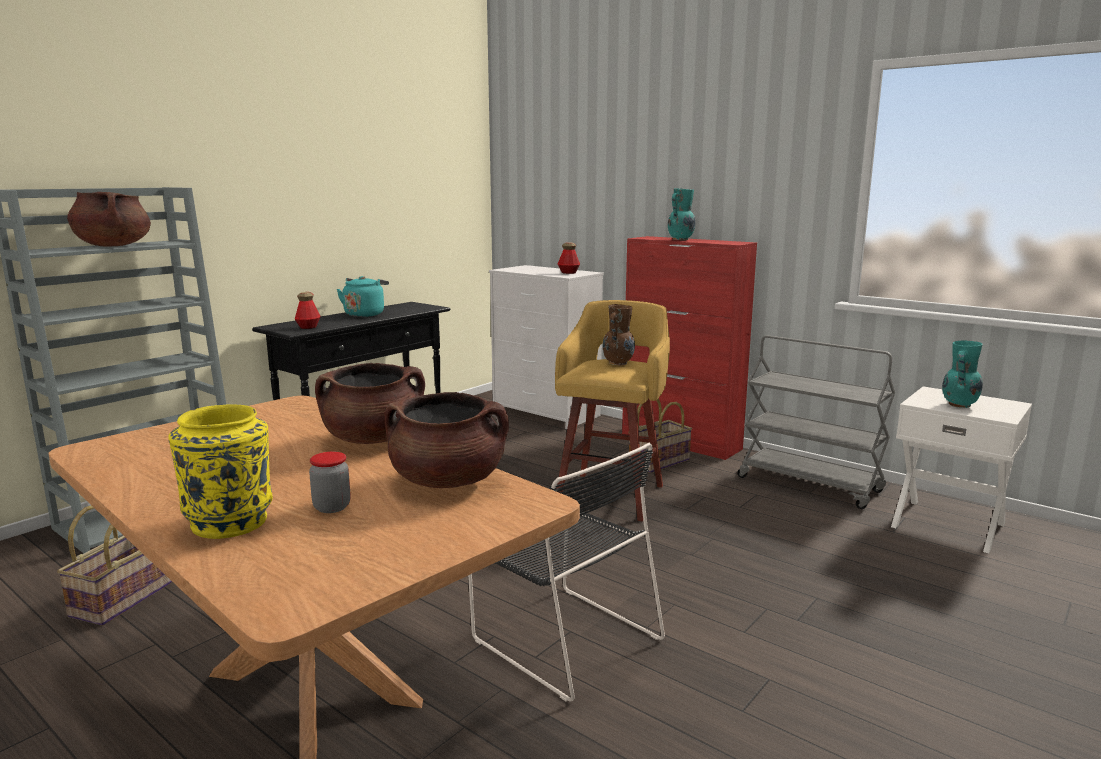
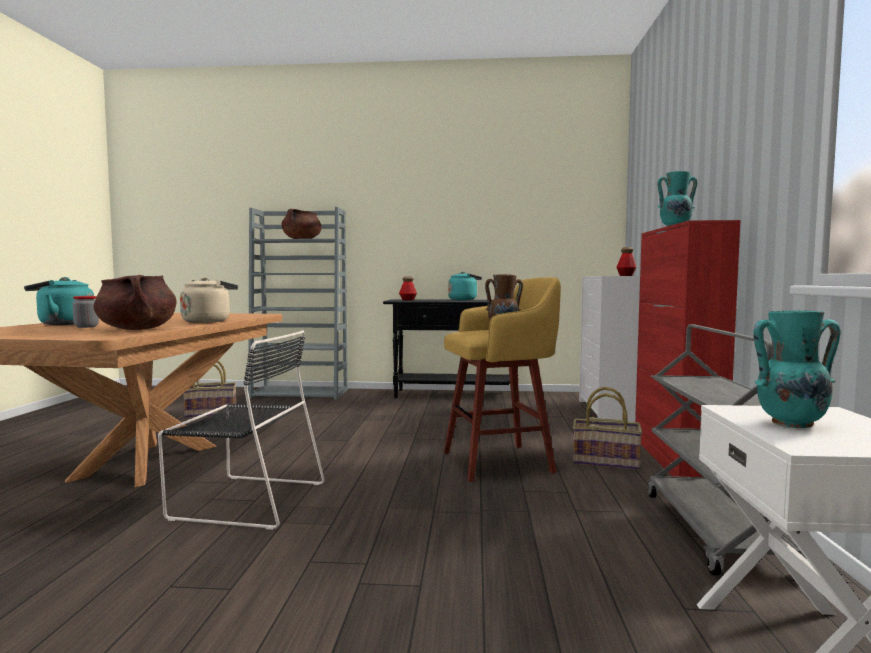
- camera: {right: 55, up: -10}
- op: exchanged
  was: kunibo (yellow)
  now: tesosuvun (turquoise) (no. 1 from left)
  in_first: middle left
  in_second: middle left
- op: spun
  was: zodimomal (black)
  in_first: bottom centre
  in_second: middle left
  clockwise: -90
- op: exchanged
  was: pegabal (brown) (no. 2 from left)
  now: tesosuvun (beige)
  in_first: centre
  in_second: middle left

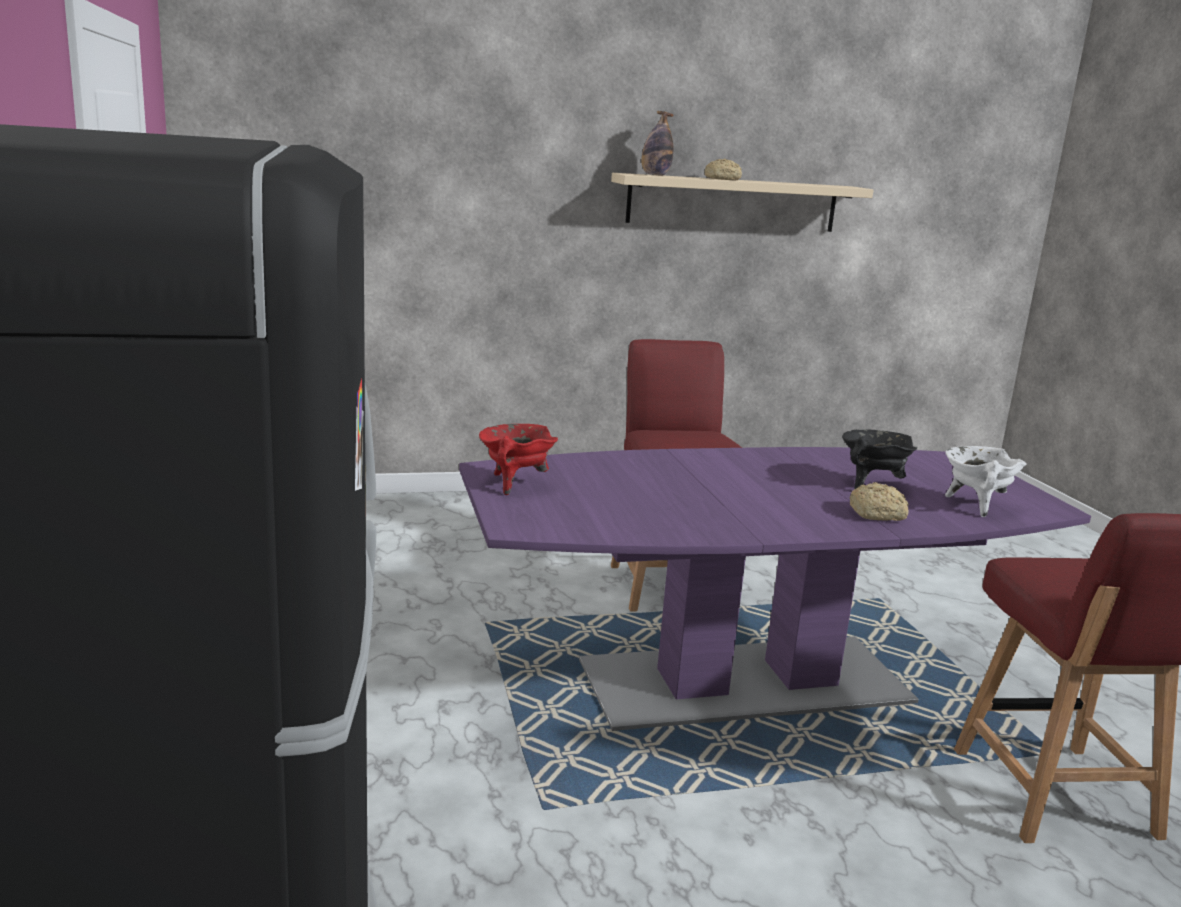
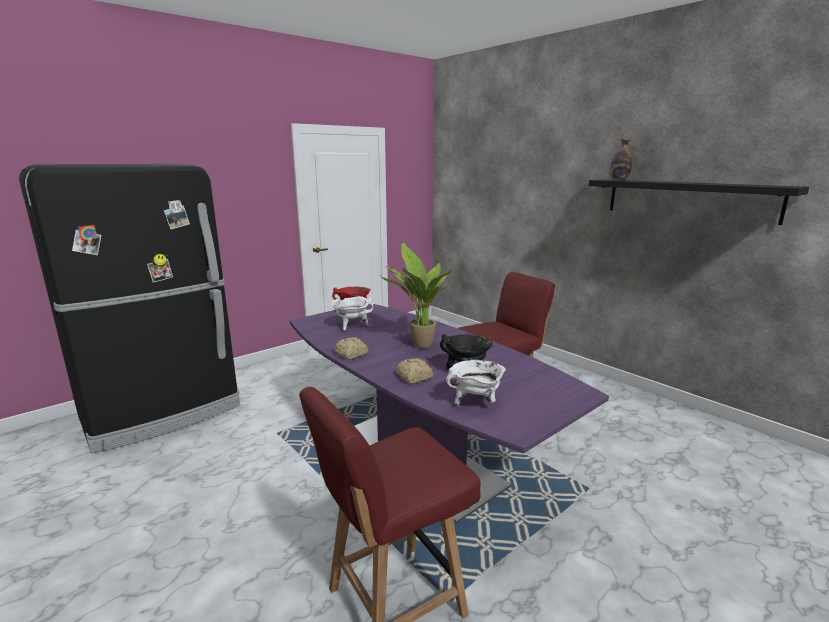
- camera: {right: 65, up: 0}
- op: appeared
  now: pegabal (white) (no. 1 from left)
  in_second: centre
- op: relocated
  was: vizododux (no. 1 from left)
  in_first: top centre
  in_second: centre
- op: appeared
  now: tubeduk
  in_second: centre
- op: colour
  was: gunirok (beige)
  now: gunirok (black)
  in_first: top centre
  in_second: top right

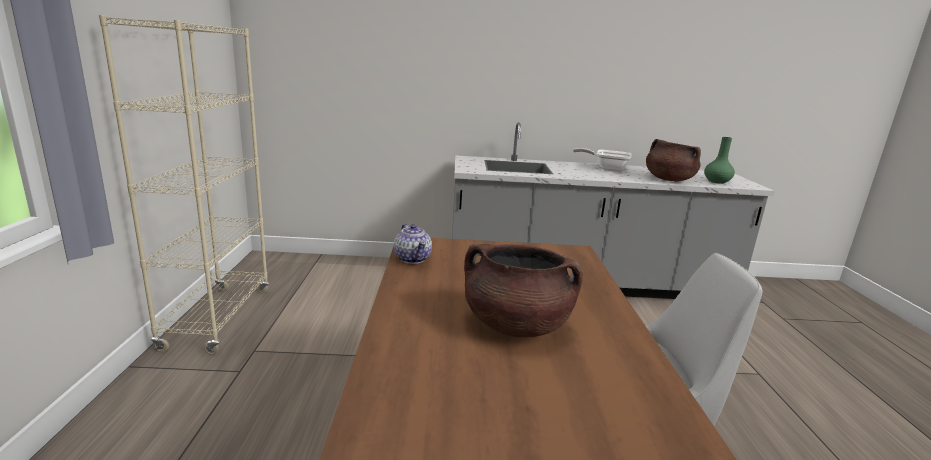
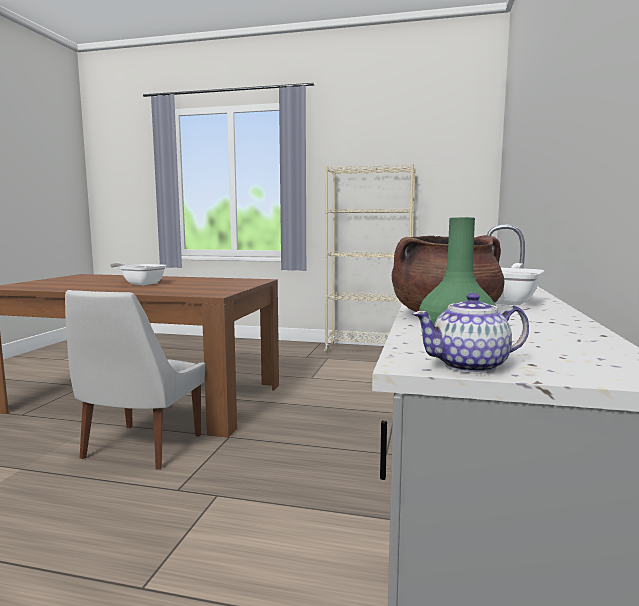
- camera: {right: 105, up: -10}
- op: exchanged
  was: pegabal (brown) (no. 1 from left)
  now: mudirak (no. 1 from left)
  in_first: centre
  in_second: middle left
- op: relocated
  was: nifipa
  in_first: centre
  in_second: middle right

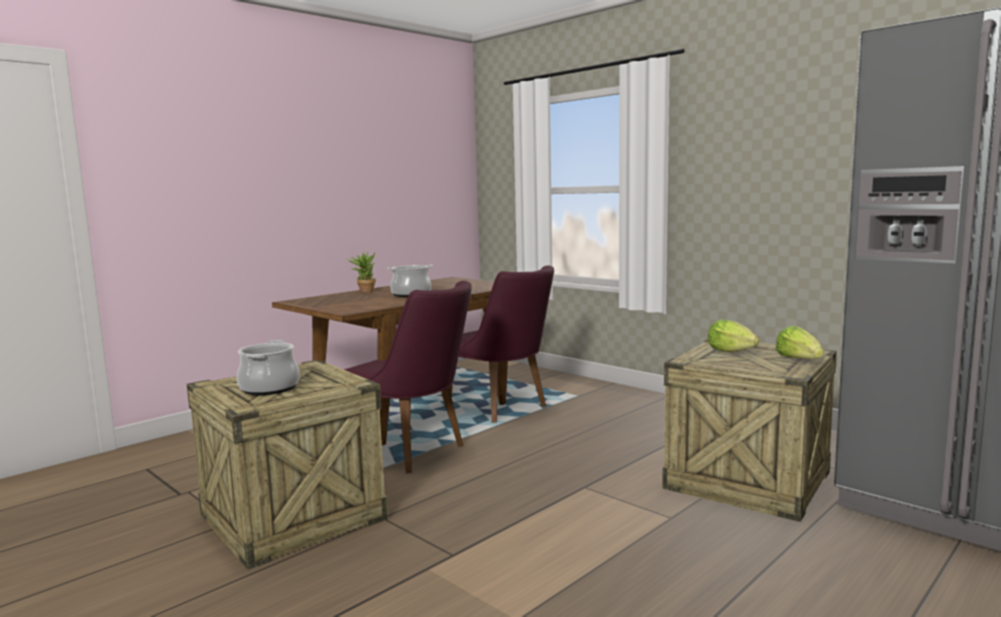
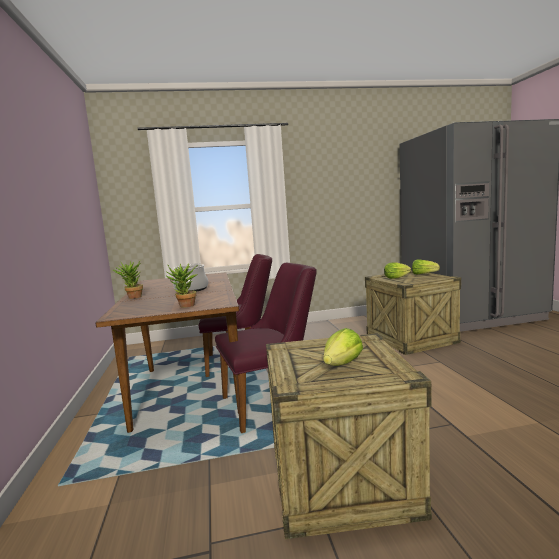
- camera: {right: -55, up: 0}
- op: appeared
  now: tubeduk (no. 2 from left)
  in_second: middle left
- op: exchanged
  was: pegabal (no. 1 from left)
  now: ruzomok (no. 1 from left)
  in_first: middle left
  in_second: centre

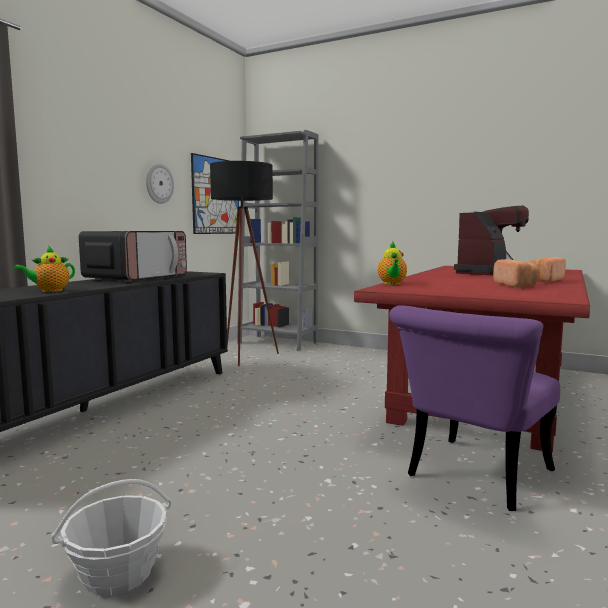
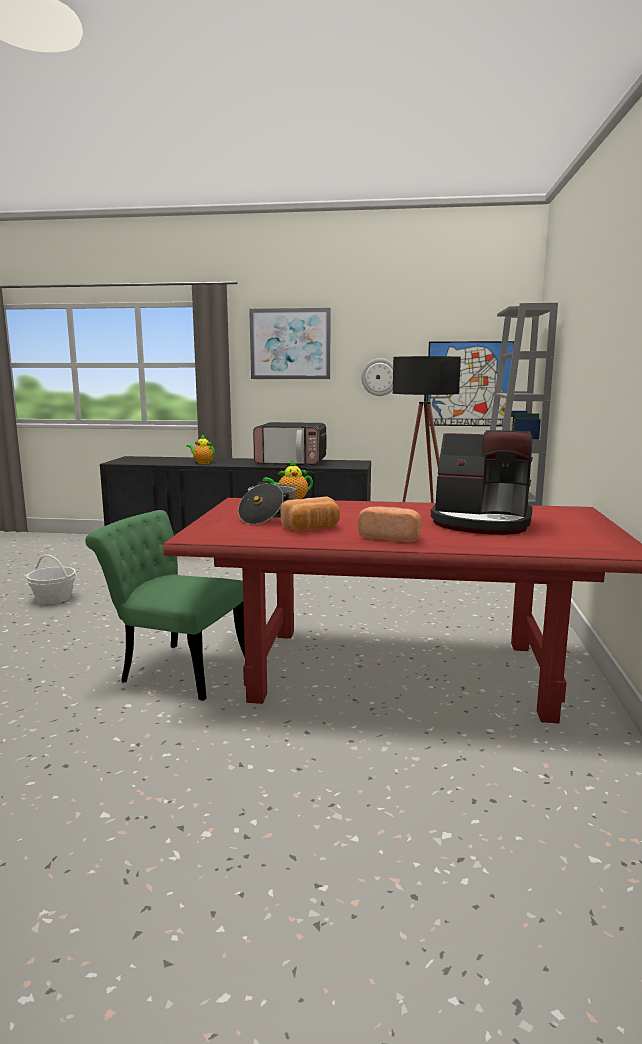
- camera: {right: 70, up: 5}
- op: colour
  was: zodimomal (purple)
  now: zodimomal (green)
  in_first: bottom right
  in_second: middle left
- op: appeared
  now: pegabal
  in_second: centre
- op: appeared
  now: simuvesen (no. 1 from left)
  in_second: top centre

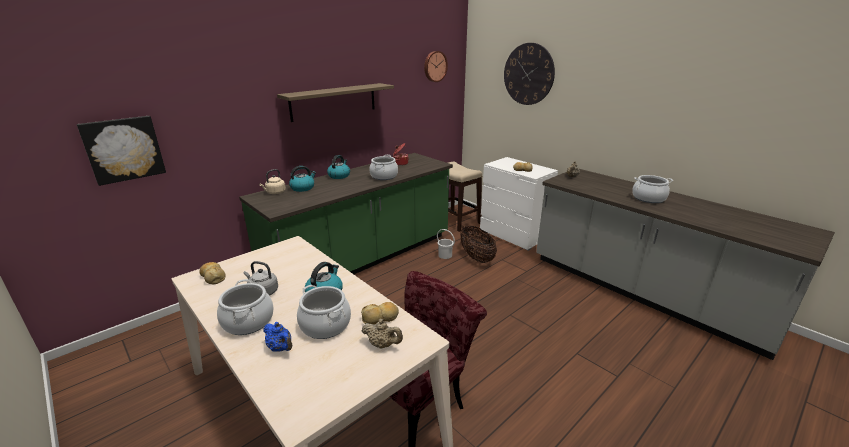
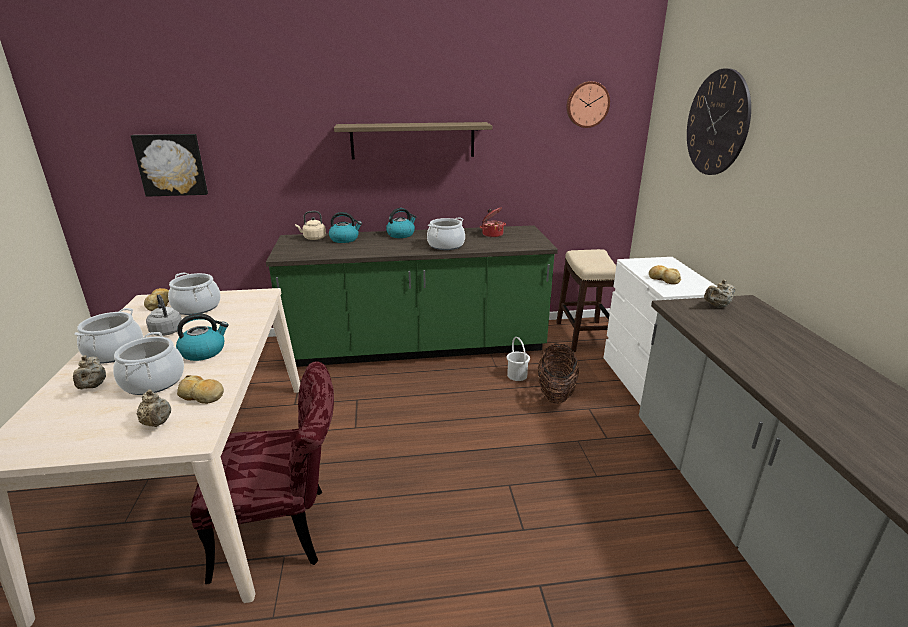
- camera: {right: 35, up: 0}
- op: colour
  was: nifipa (blue)
  now: nifipa (beige) (no. 1 from left)
  in_first: bottom left
  in_second: middle left
- op: relocated
  was: pegabal (no. 5 from left in the first image)
  now: pegabal (no. 3 from left)
  in_first: middle right
  in_second: middle left

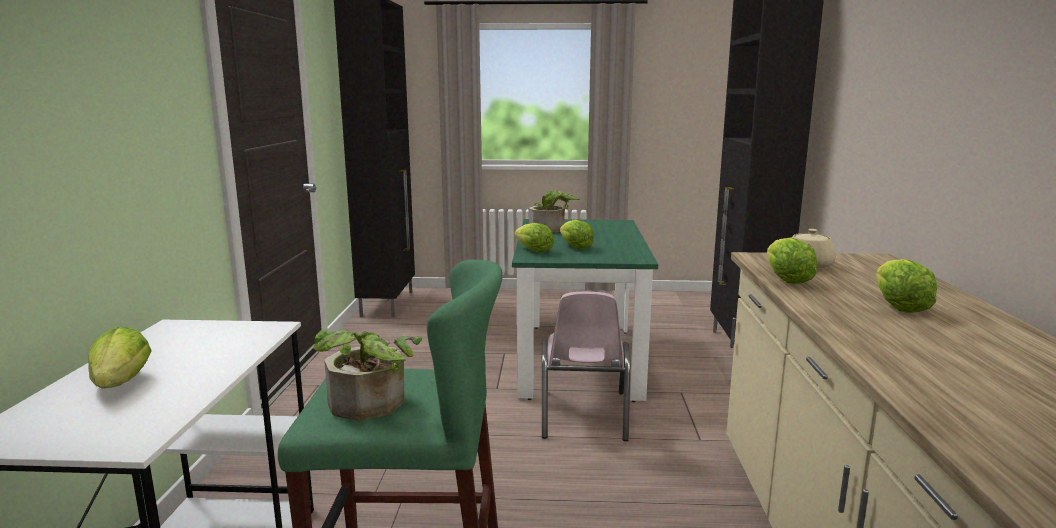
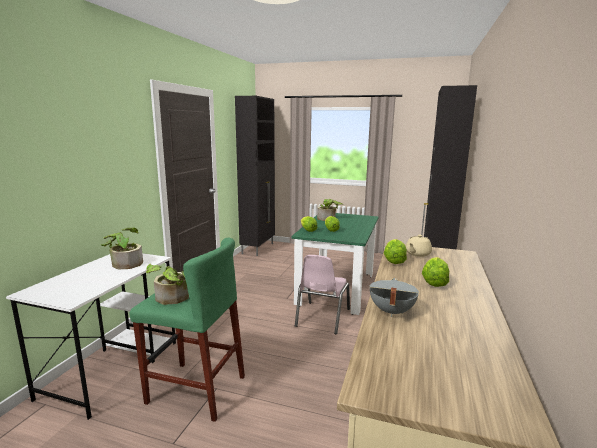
- camera: {right: 15, up: 0}
- op: appeared
  now: tubeduk (no. 1 from left)
  in_second: middle left
- op: appeared
  now: pegabal (grey)
  in_second: centre
- op: missing
  was: ruzomok (no. 1 from left)
  in_first: bottom left

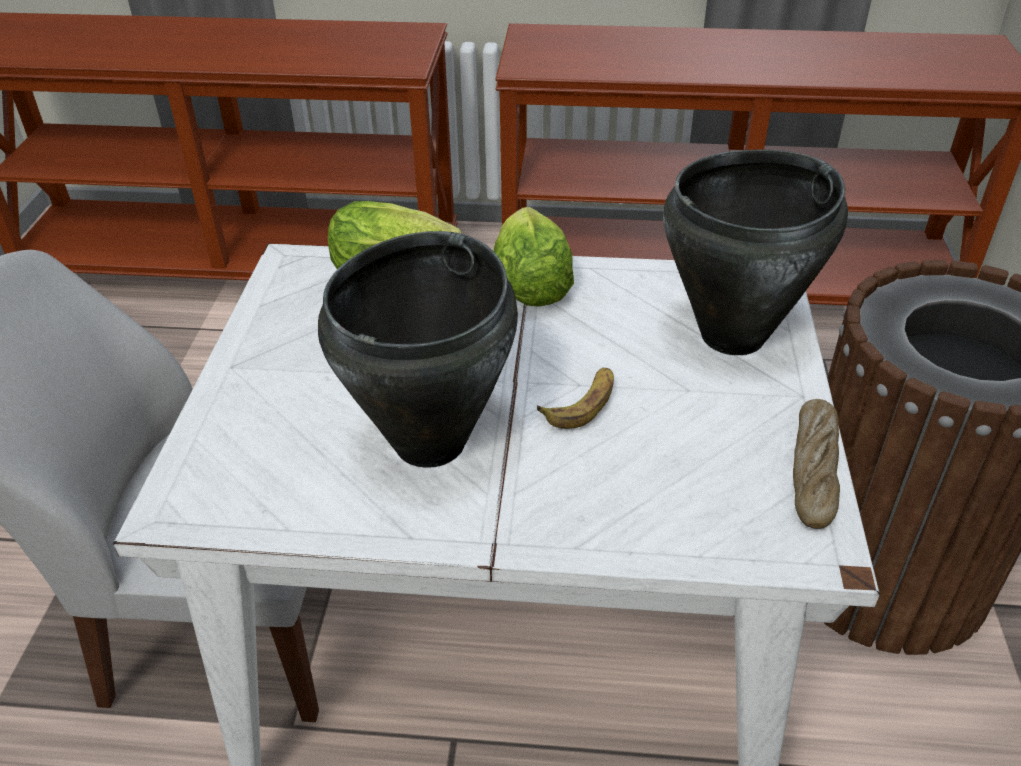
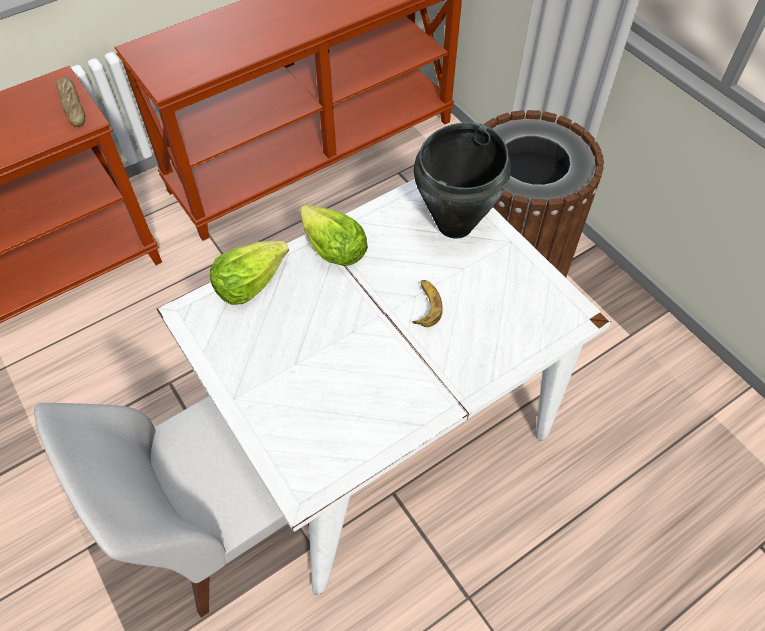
- camera: {right: -40, up: 15}
- op: relocated
  was: vizododux
  in_first: middle right
  in_second: top left
- op: missing
  was: pegabal (black) (no. 1 from left)
  in_first: centre

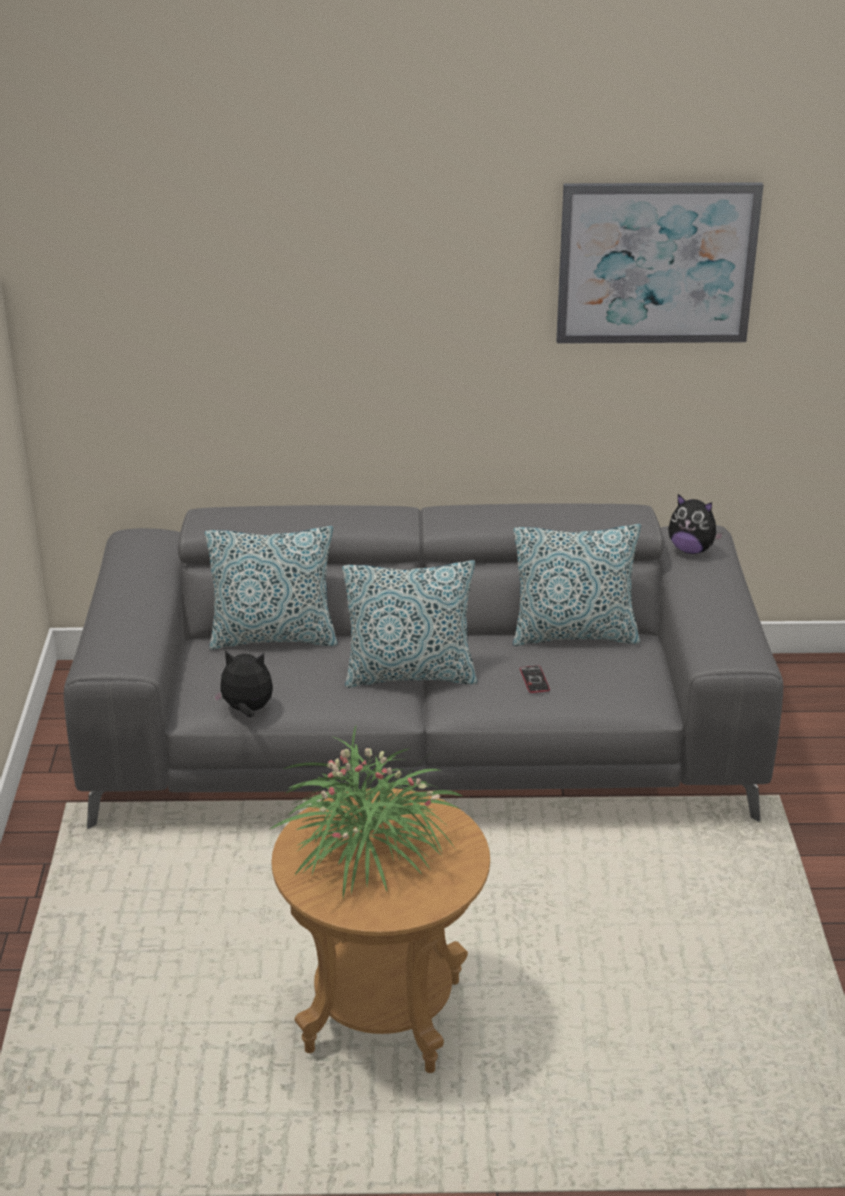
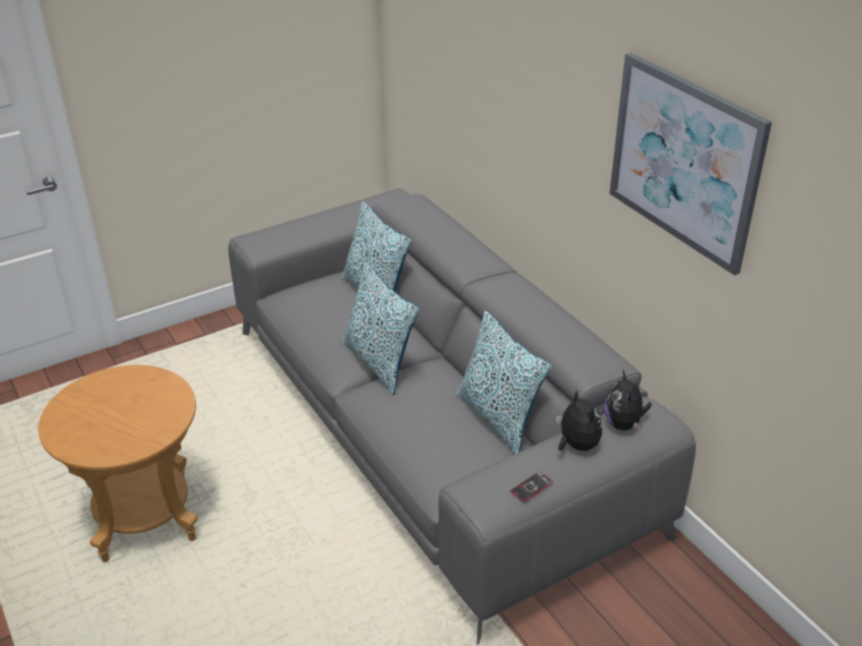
- camera: {right: 60, up: 5}
- op: relocated
  was: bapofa
  in_first: centre
  in_second: bottom centre
- op: relocated
  was: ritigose (no. 1 from left)
  in_first: middle left
  in_second: middle right
- op: missing
  was: tubeduk
  in_first: bottom centre

